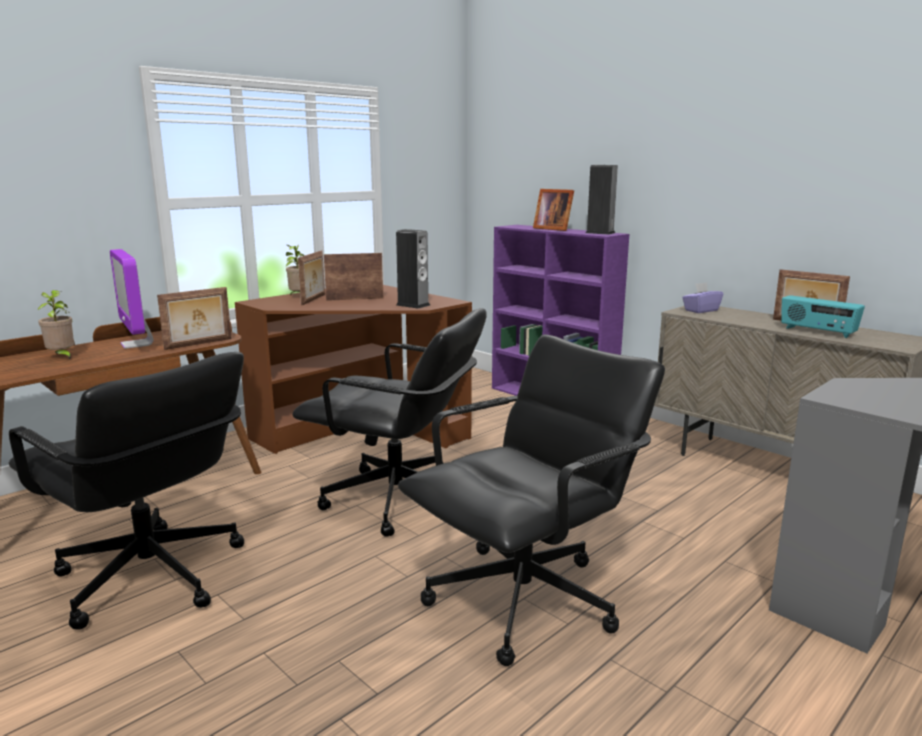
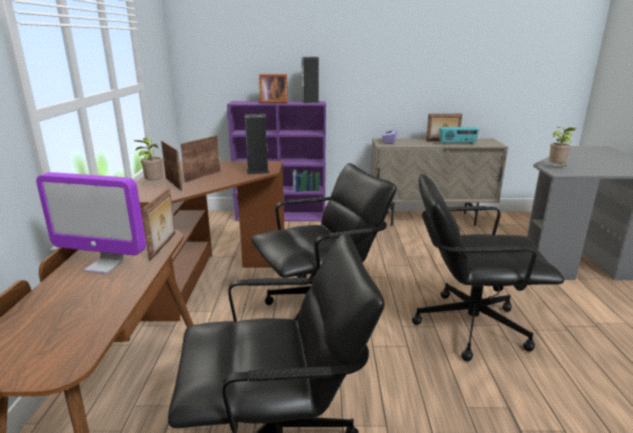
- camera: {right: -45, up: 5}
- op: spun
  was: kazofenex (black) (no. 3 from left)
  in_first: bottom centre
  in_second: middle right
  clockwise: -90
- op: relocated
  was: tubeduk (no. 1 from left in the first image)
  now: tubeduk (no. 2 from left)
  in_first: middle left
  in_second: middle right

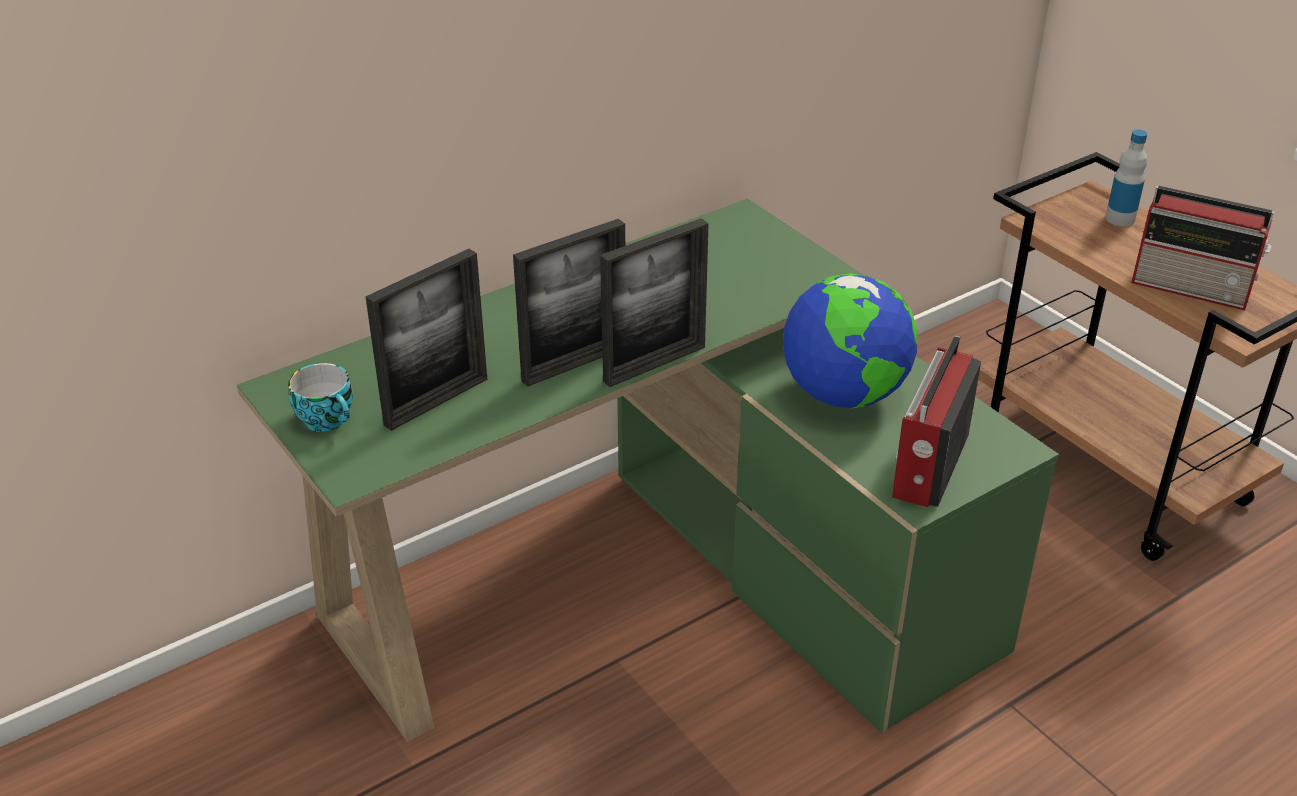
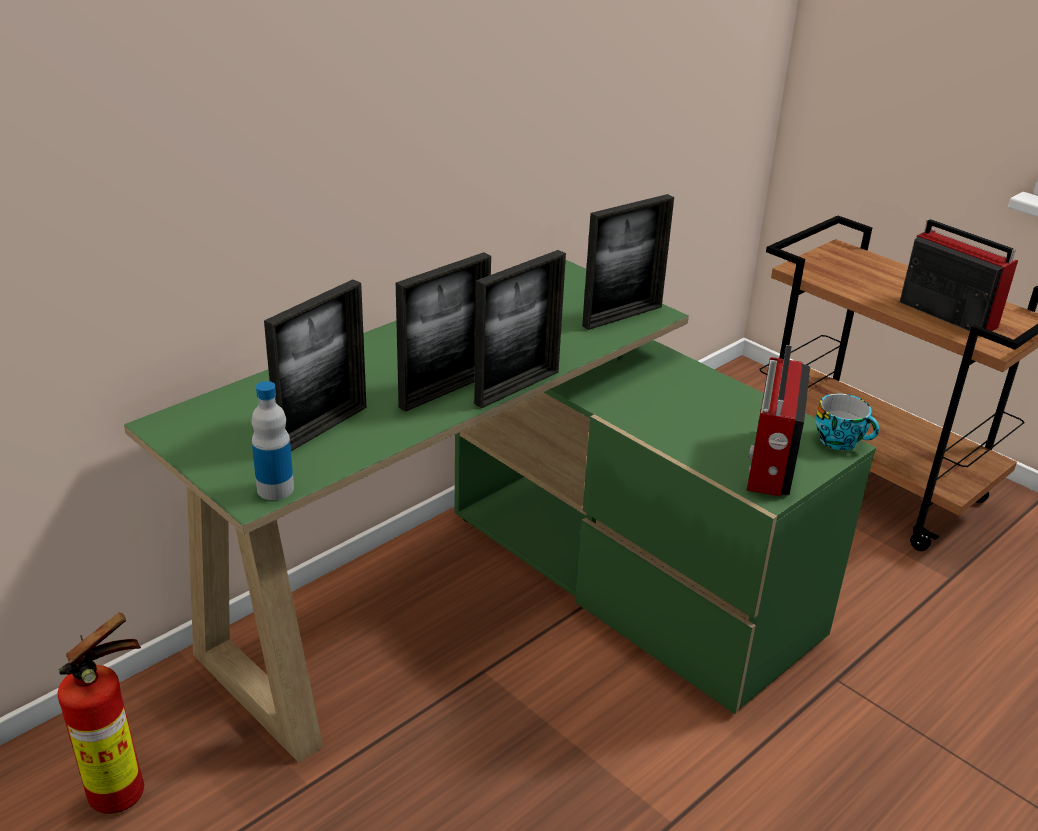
- camera: {right: -10, up: -5}
- op: appeared
  now: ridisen
  in_second: bottom left
- op: relocated
  was: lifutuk
  in_first: top right
  in_second: middle left
- op: appeared
  now: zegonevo (no. 4 from left)
  in_second: top centre
- op: relocated
  was: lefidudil
  in_first: middle left
  in_second: middle right
- op: spun
  was: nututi (no. 2 from left)
  in_first: top right
  in_second: top right
  clockwise: -150
- op: missing
  was: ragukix
  in_first: centre

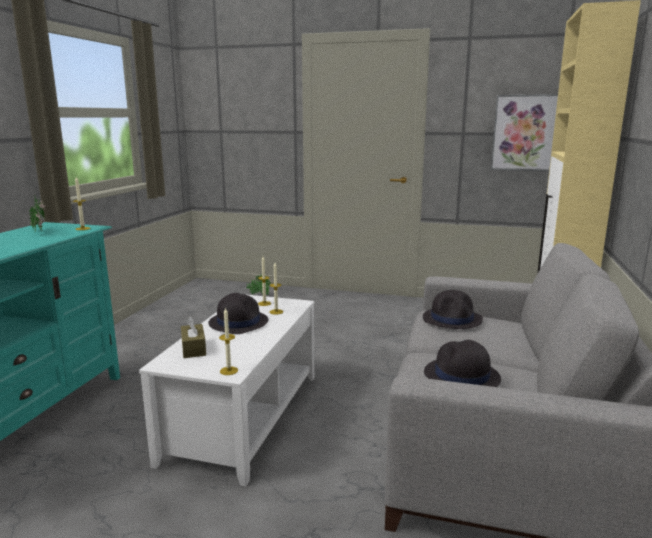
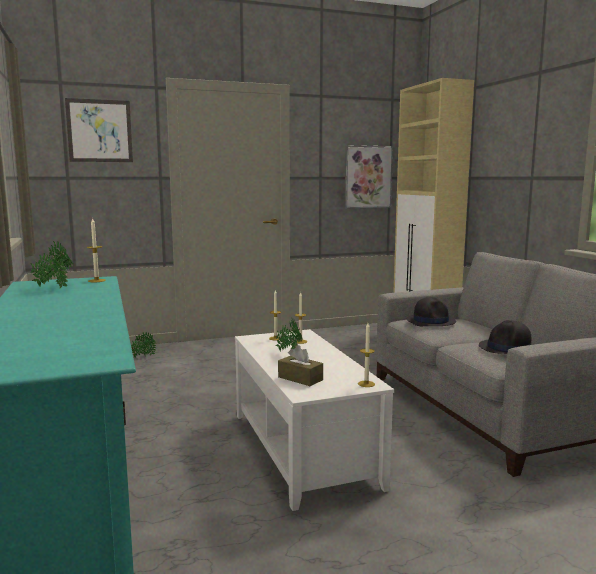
- camera: {right: -35, up: -5}
- op: appeared
  now: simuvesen (no. 1 from left)
  in_second: top left
- op: exchanged
  was: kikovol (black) (no. 1 from left)
  now: tubeduk (no. 3 from left)
  in_first: centre
  in_second: centre

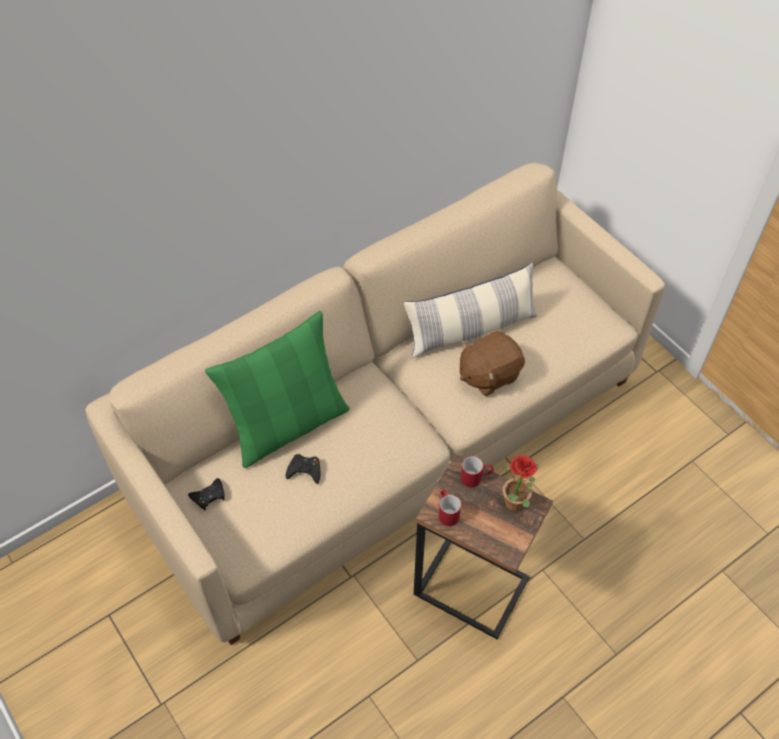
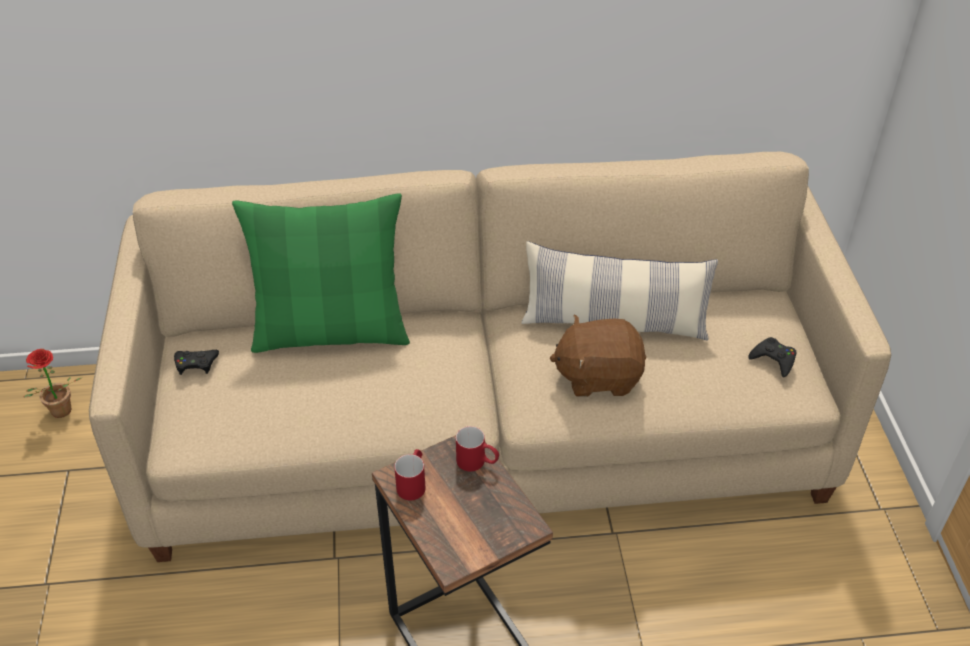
- camera: {right: 30, up: -10}
- op: relocated
  was: tubeduk
  in_first: middle right
  in_second: middle left
- op: relocated
  was: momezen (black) (no. 2 from left)
  in_first: centre
  in_second: middle right

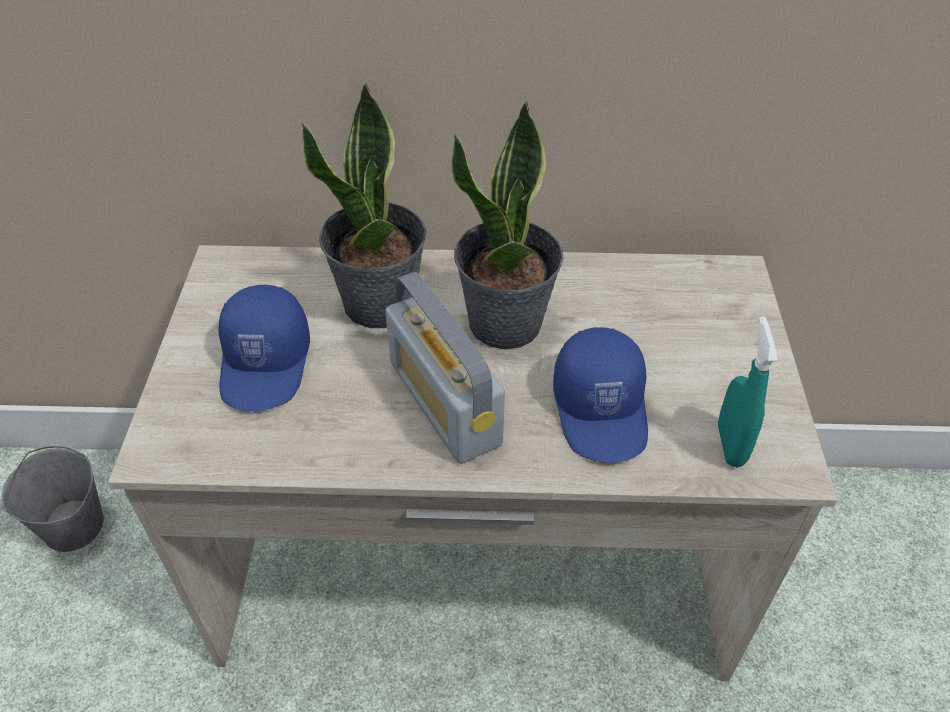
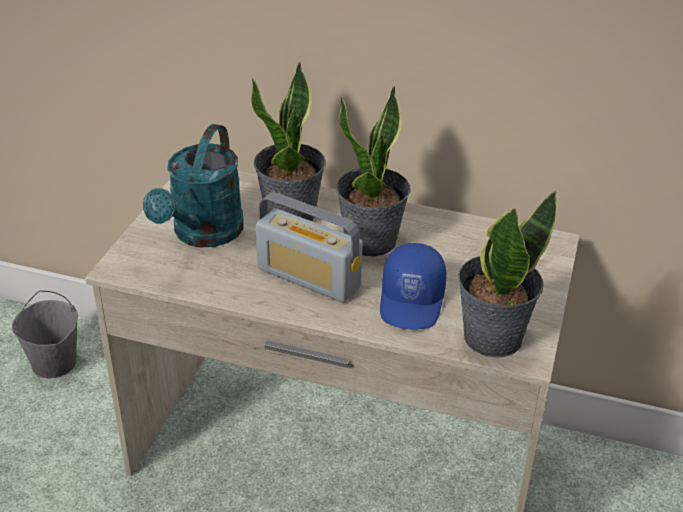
- camera: {right: 15, up: -10}
- op: exchanged
  was: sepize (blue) (no. 1 from left)
  now: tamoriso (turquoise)
  in_first: middle left
  in_second: middle left
- op: spun
  was: nututi
  in_first: centre
  in_second: centre
  clockwise: -45
- op: exchanged
  was: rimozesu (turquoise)
  now: tubeduk (no. 3 from left)
  in_first: middle right
  in_second: middle right

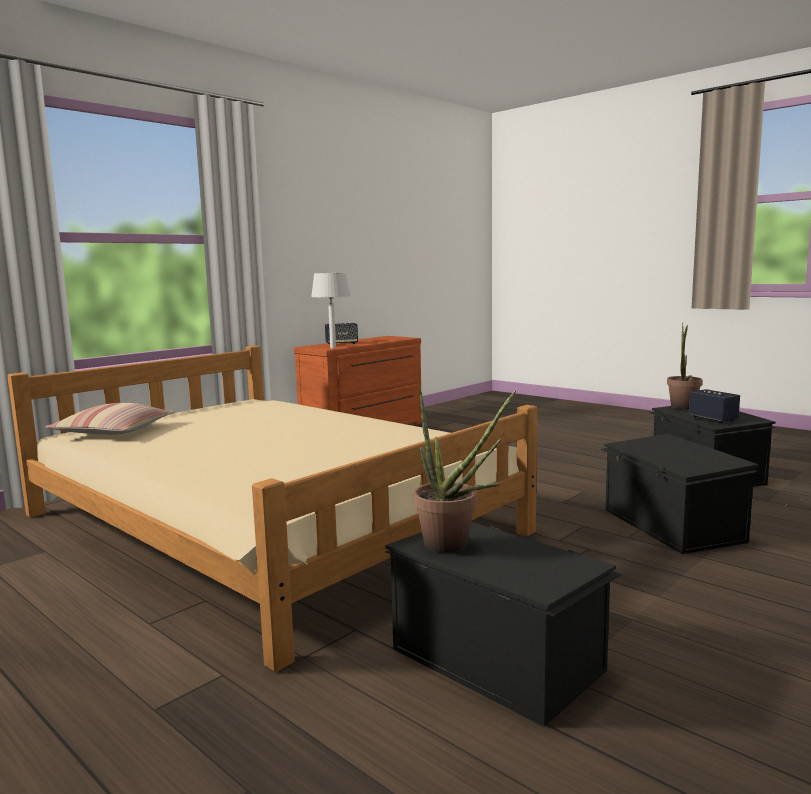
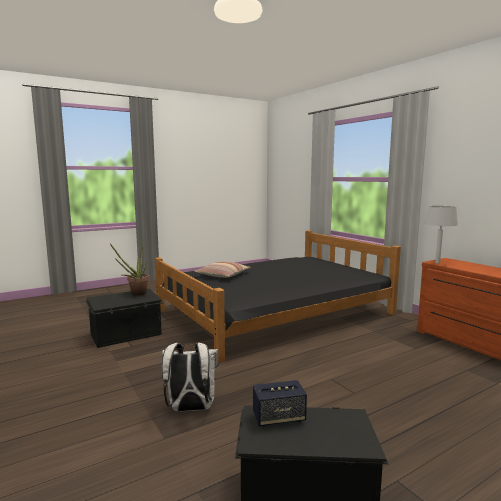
- camera: {right: 105, up: 0}
- op: colour
  was: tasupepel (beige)
  now: tasupepel (black)
  in_first: centre
  in_second: centre
- op: exchanged
  was: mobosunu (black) (no. 2 from left)
  now: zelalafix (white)
  in_first: middle right
  in_second: bottom centre
- op: relocated
  was: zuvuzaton
  in_first: middle left
  in_second: centre
- op: missing
  was: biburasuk (no. 1 from left)
  in_first: centre
- op: missing
  was: tubeduk (no. 2 from left)
  in_first: middle right

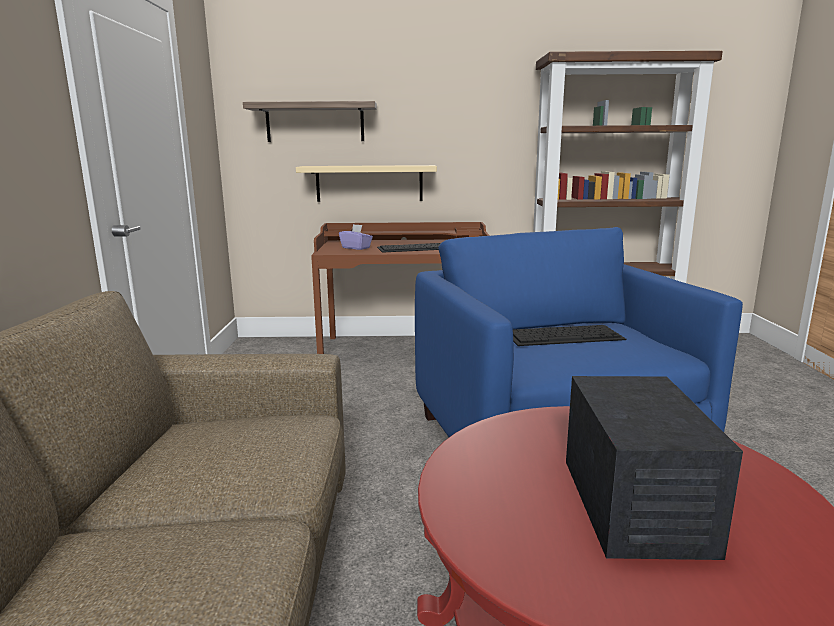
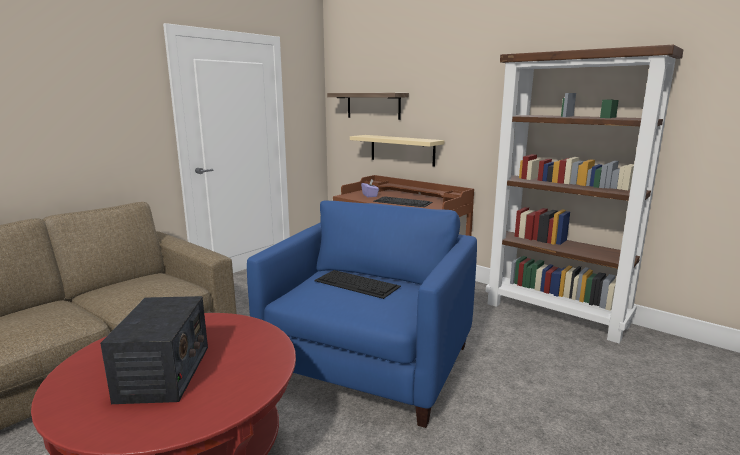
- camera: {right: 40, up: 0}
- op: spun
  was: nututi
  in_first: bottom right
  in_second: bottom left
  clockwise: -45

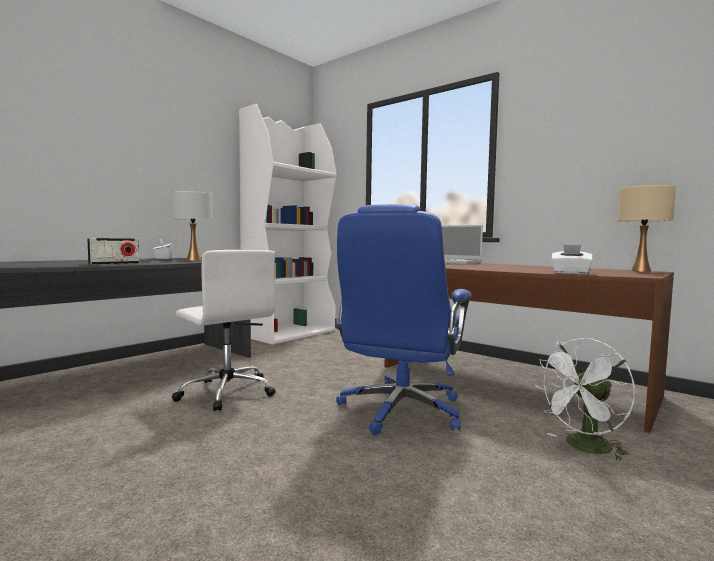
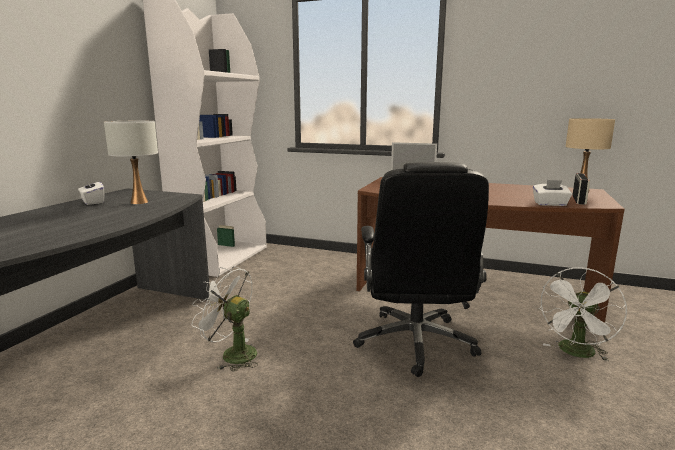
- camera: {right: -20, up: 10}
- op: exchanged
  was: kazofenex (white)
  now: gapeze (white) (no. 1 from left)
  in_first: middle left
  in_second: bottom centre
- op: colour
  was: kazofenex (blue)
  now: kazofenex (black)
  in_first: centre
  in_second: centre
- op: relocated
  was: nututi
  in_first: middle left
  in_second: middle right

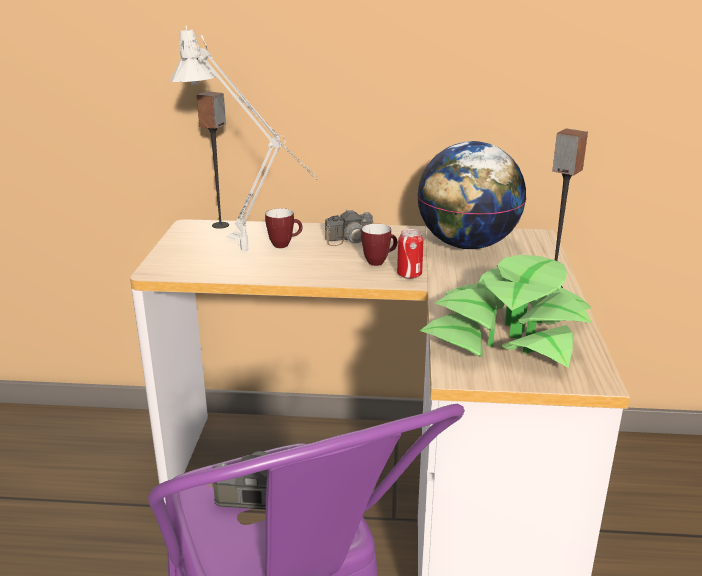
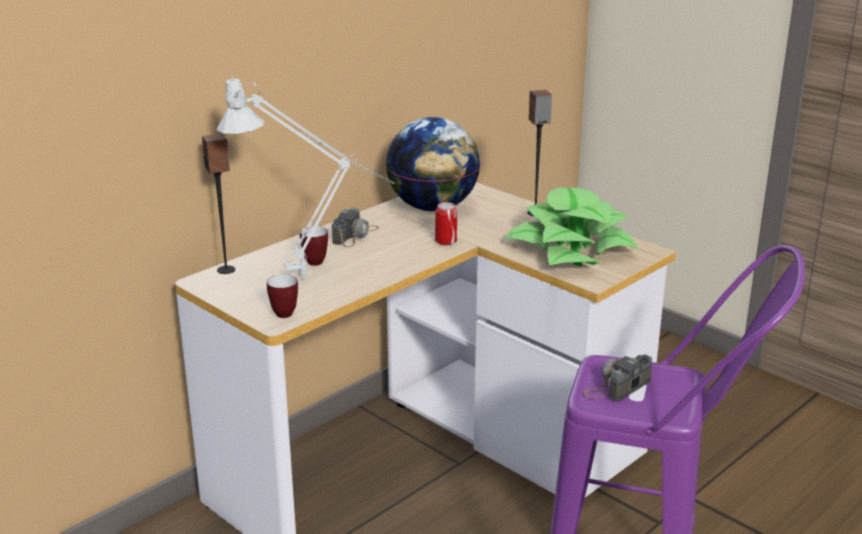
- camera: {right: -50, up: 0}
- op: relocated
  was: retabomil (no. 2 from left in the first image)
  now: retabomil (no. 1 from left)
  in_first: centre
  in_second: middle left

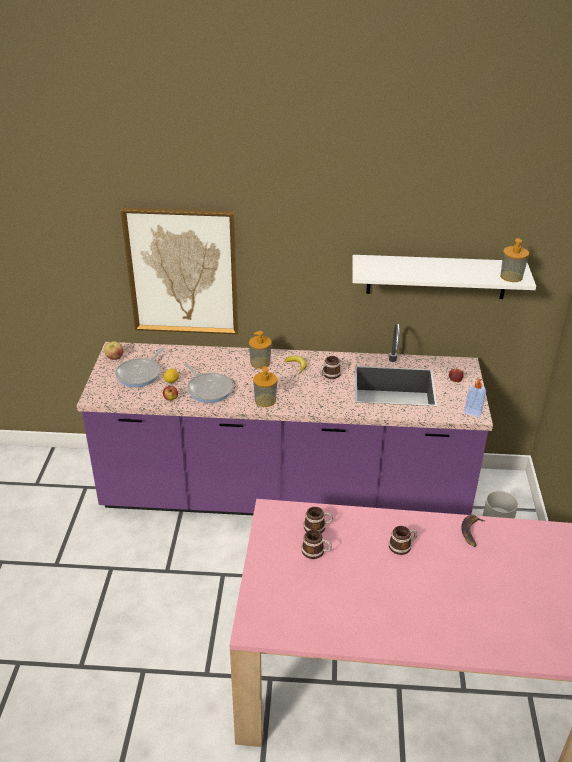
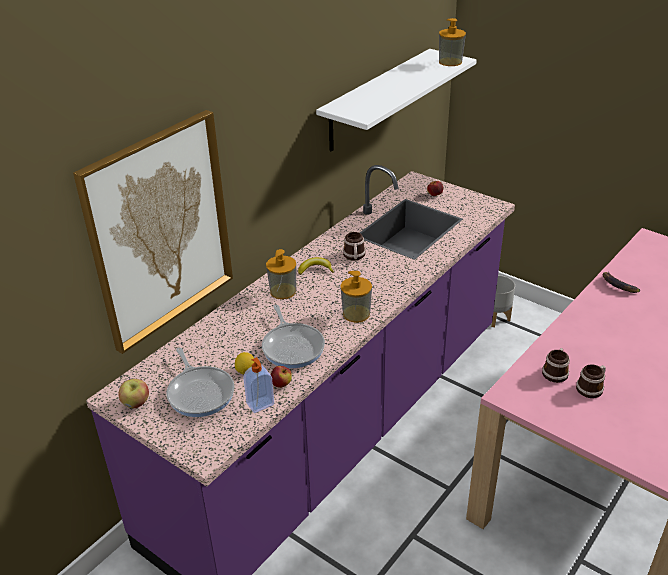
- camera: {right: -55, up: 0}
- op: relocated
  was: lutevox (no. 3 from left in the first image)
  now: lutevox (no. 1 from left)
  in_first: middle right
  in_second: bottom centre
- op: spun
  was: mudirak (no. 2 from left)
  in_first: centre
  in_second: centre
  clockwise: 75
- op: missing
  was: retabomil (no. 4 from left)
  in_first: bottom right

